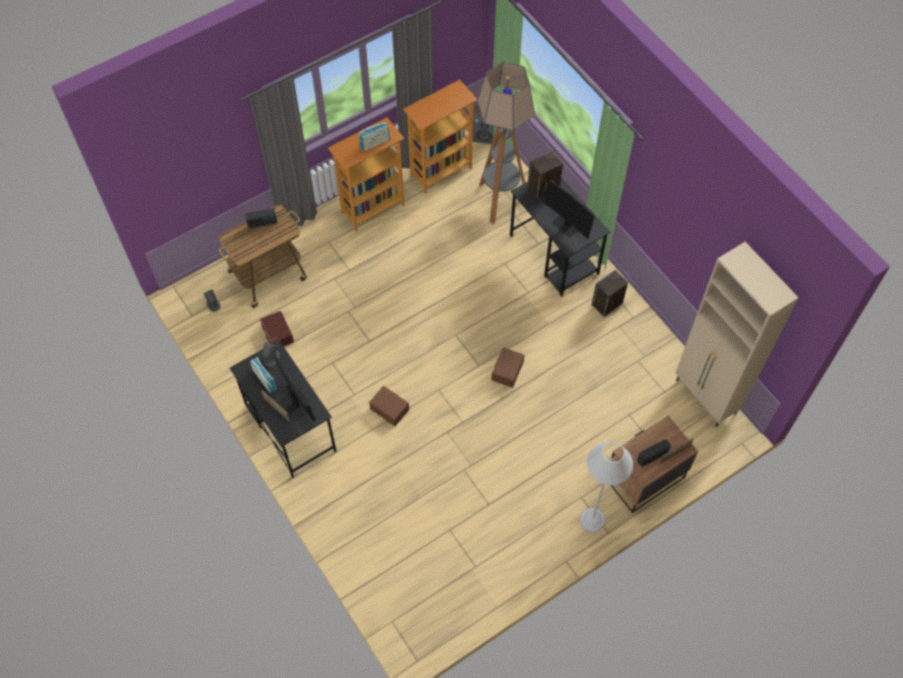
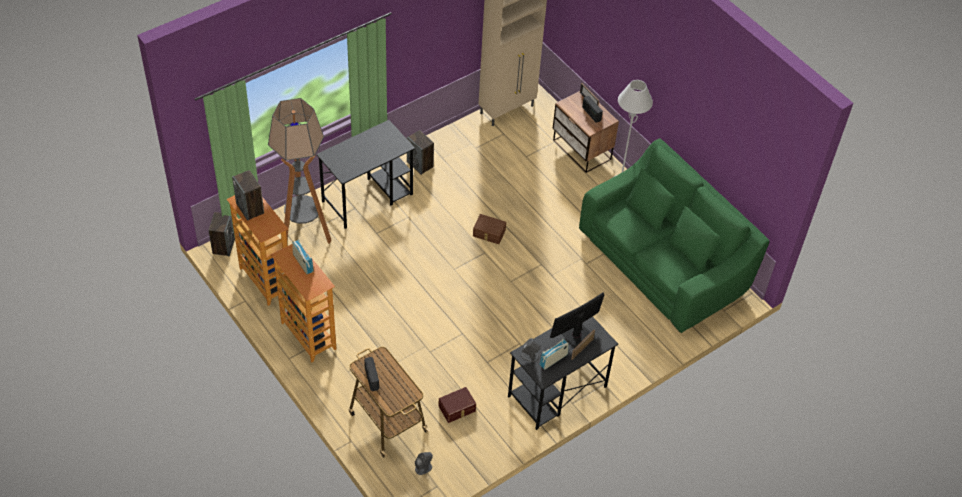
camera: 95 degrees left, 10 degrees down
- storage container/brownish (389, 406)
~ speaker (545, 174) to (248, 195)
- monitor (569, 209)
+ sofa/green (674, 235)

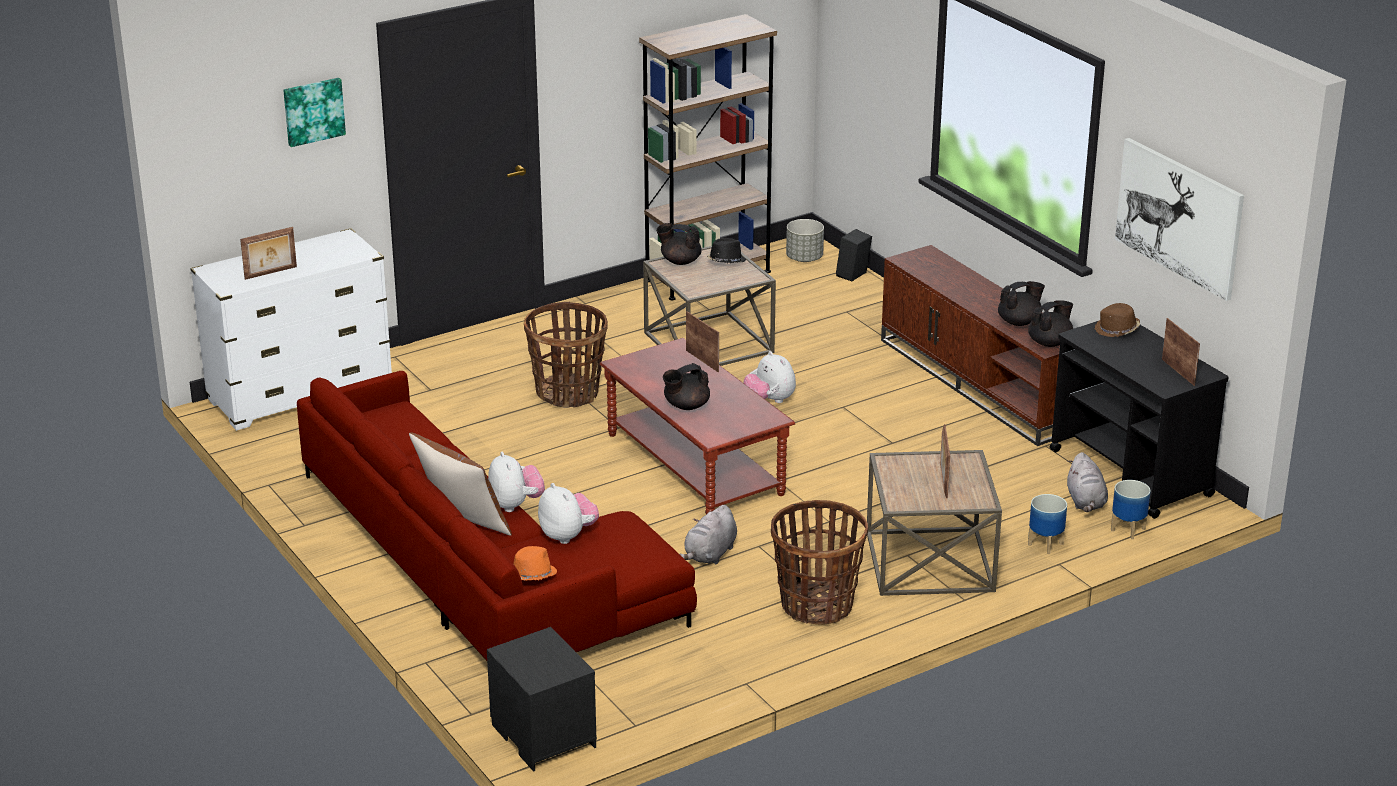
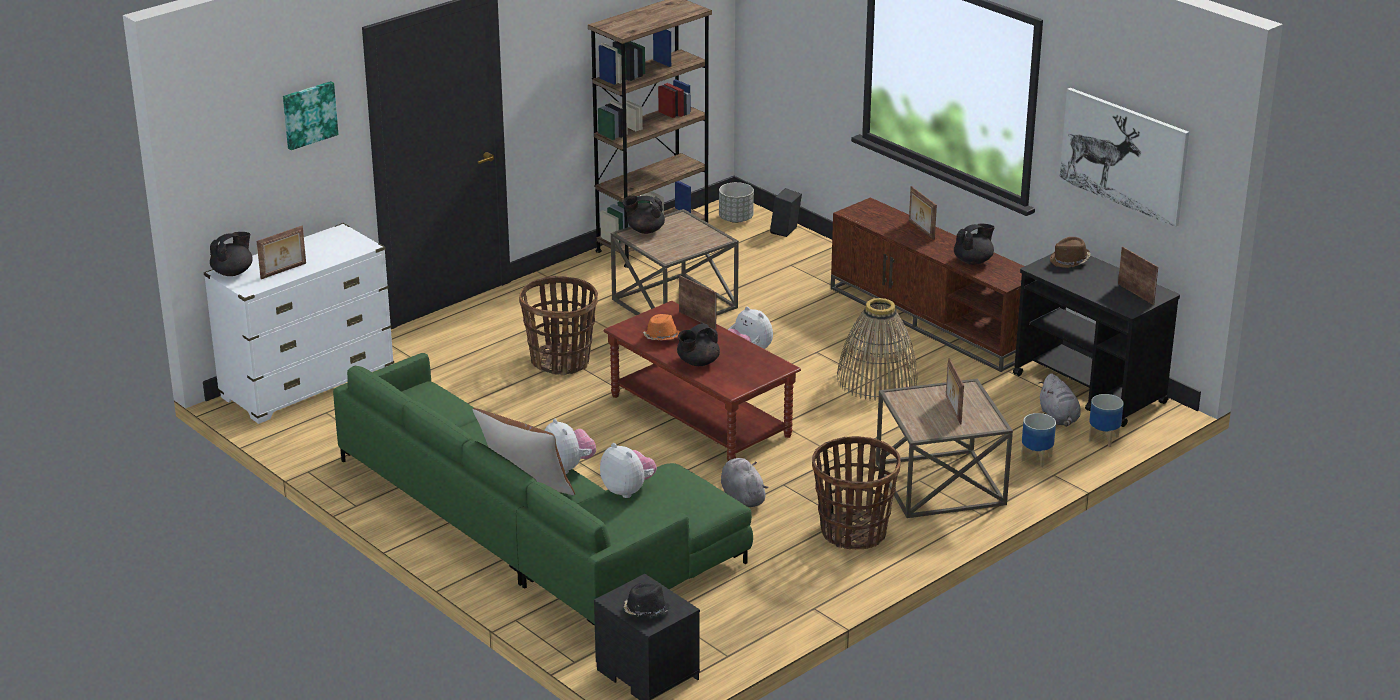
camera: 10 degrees left, 0 degrees up
~ sofa/reddish (497, 516) to sofa/green (543, 489)
~ clothing hat/orange (535, 563) to (661, 327)
~ soft toy/greyish (708, 534) = (744, 482) 135 degrees clockwise
~ clothing hat/blackish (726, 250) to (647, 599)
~ tea pot/blackish (1050, 323) to (231, 254)
+ storage basket (877, 349)
+ photo frame (923, 213)

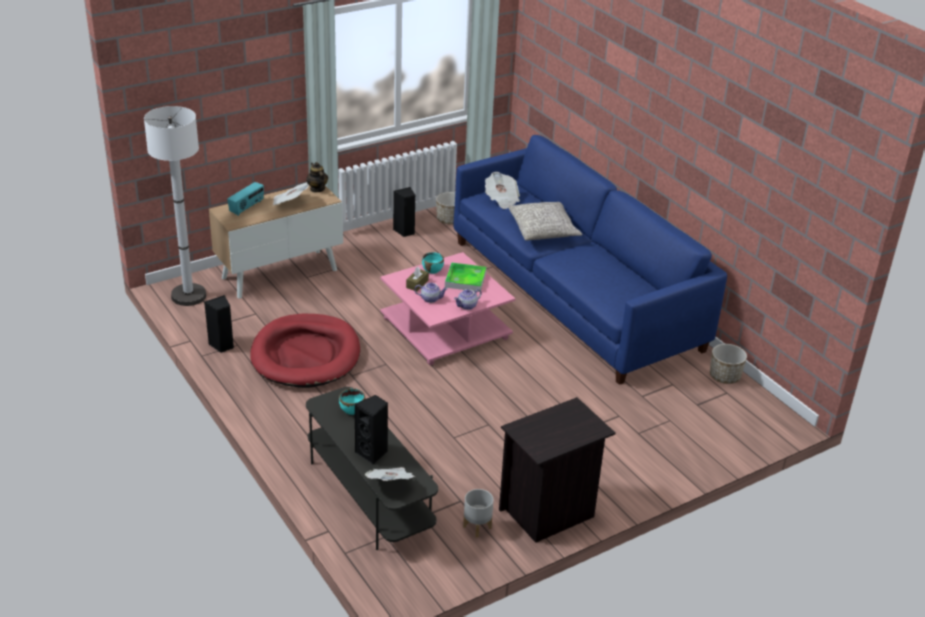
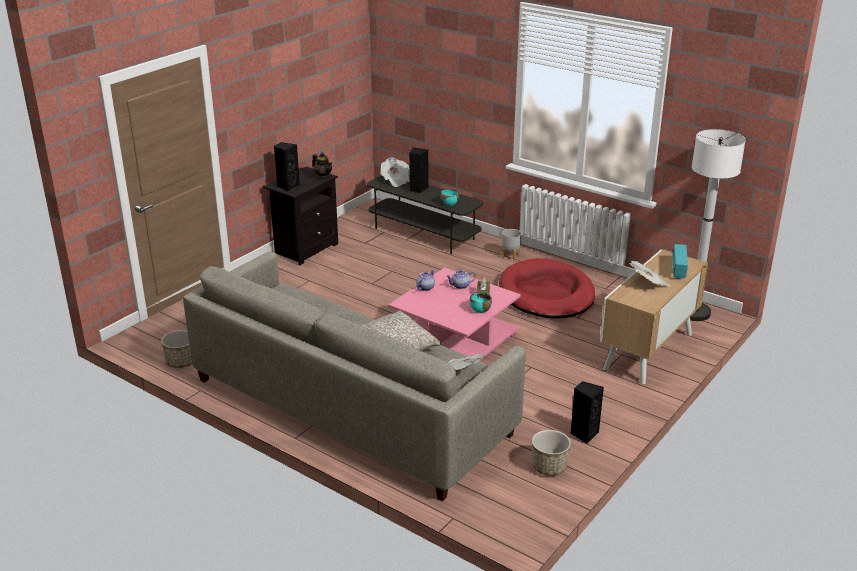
camera: 160 degrees right, 5 degrees down
~ speaker/blackish (219, 324) to (287, 166)
~ tea pot (317, 177) to (322, 165)
- tray (465, 277)
~ sofa/blue (590, 260) to sofa/greyish (354, 376)
~ plant pot/greyish (478, 513) to (512, 245)

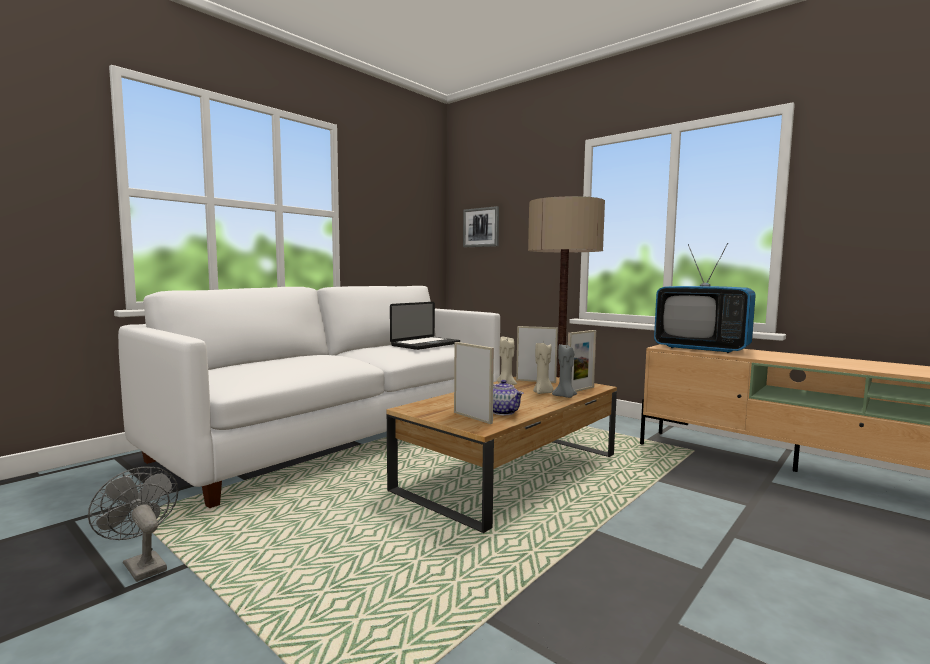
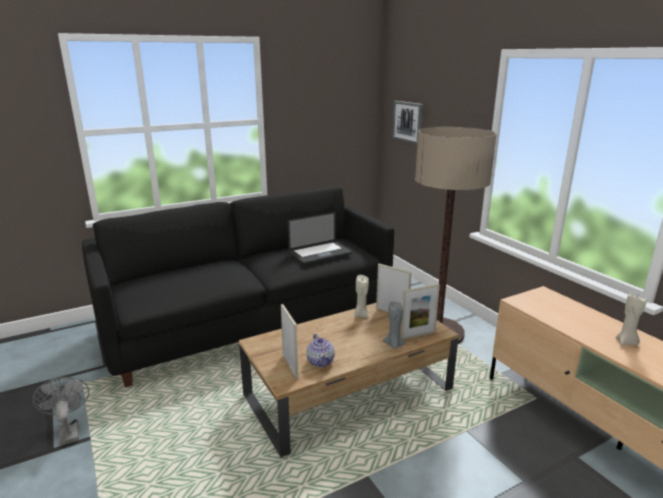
camera: 20 degrees right, 15 degrees up
~ sofa/white (309, 397) to sofa/blackish (238, 286)
~ wax light/sand-coloured (543, 368) to (631, 319)
- television (705, 298)

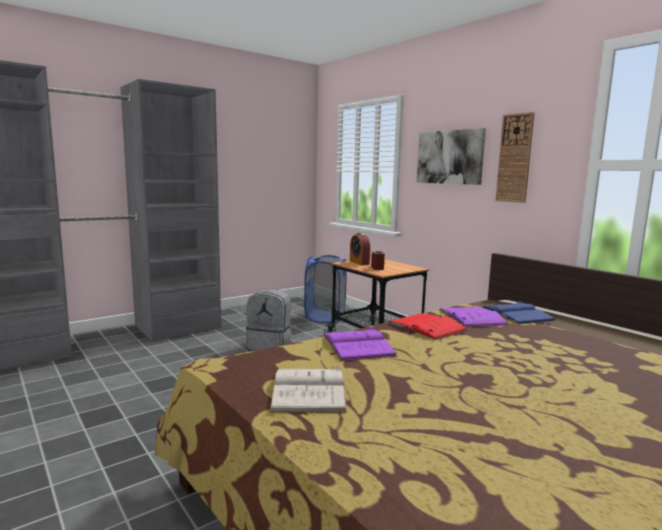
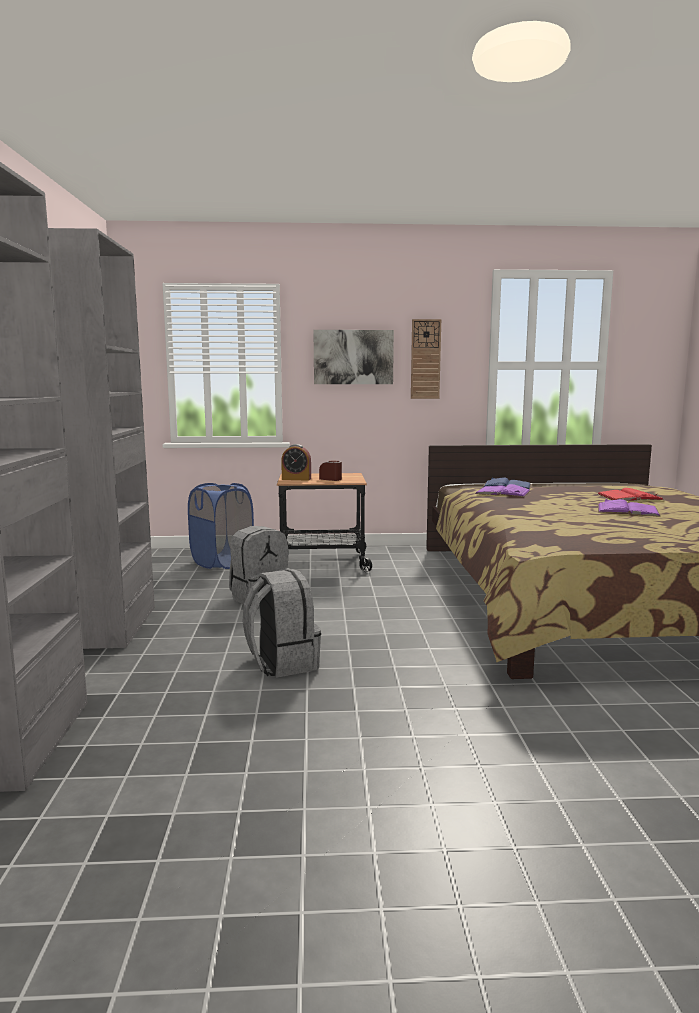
camera: 55 degrees left, 0 degrees up
- volume/white (308, 389)
~ volume/purple (360, 344) to (629, 508)
~ volume/reddish (428, 326) to (631, 494)
+ knapsack/greyish (281, 623)

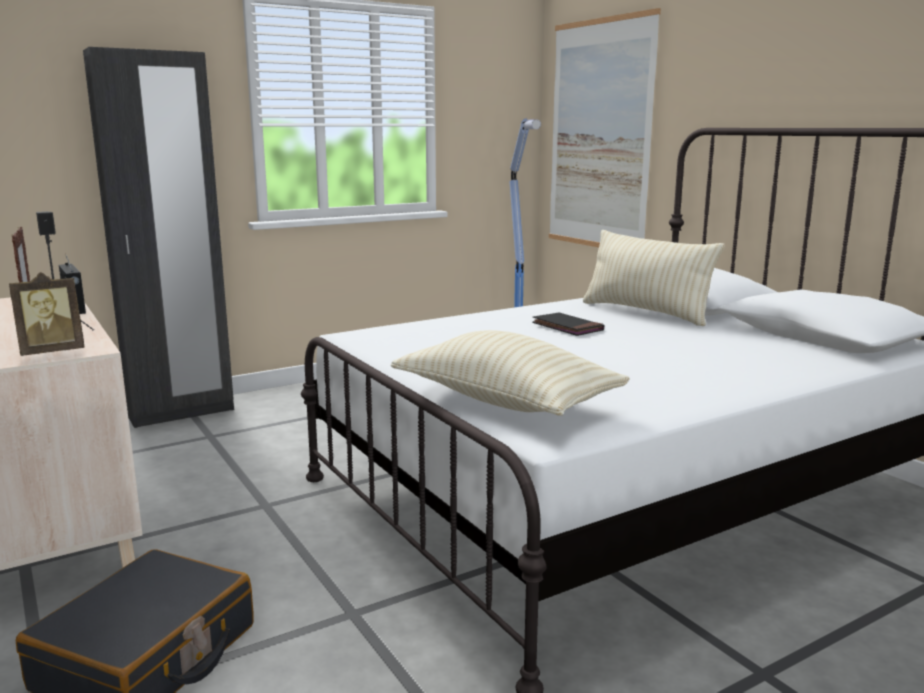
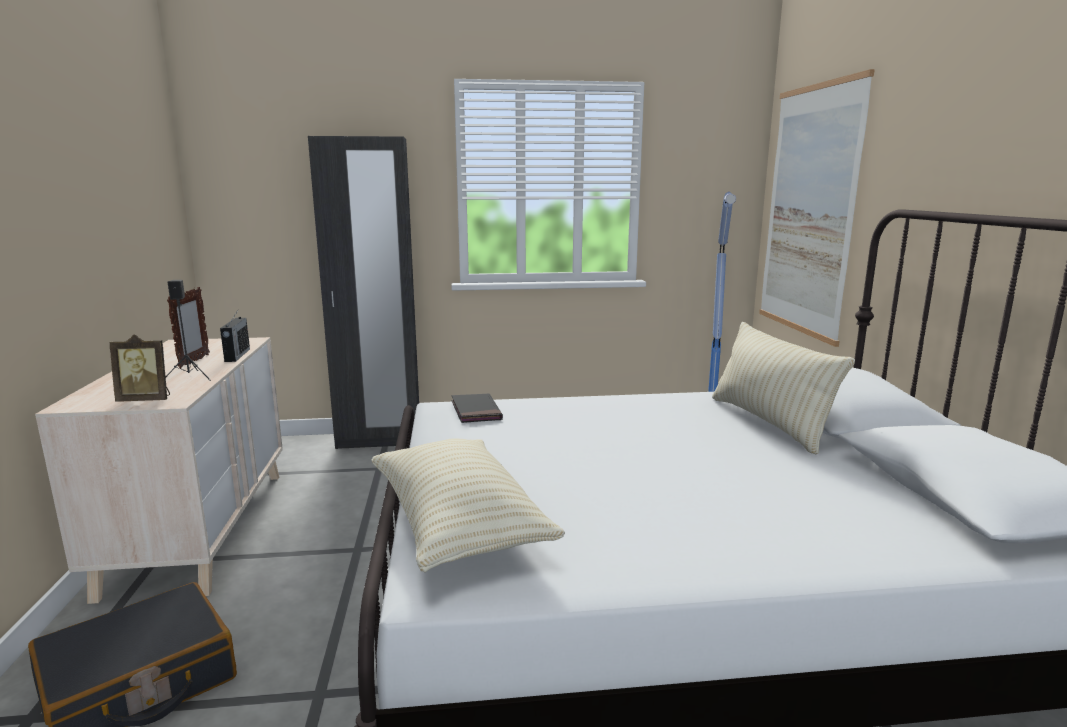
camera: 25 degrees right, 0 degrees up
~ volume/blackish (568, 324) to (477, 408)

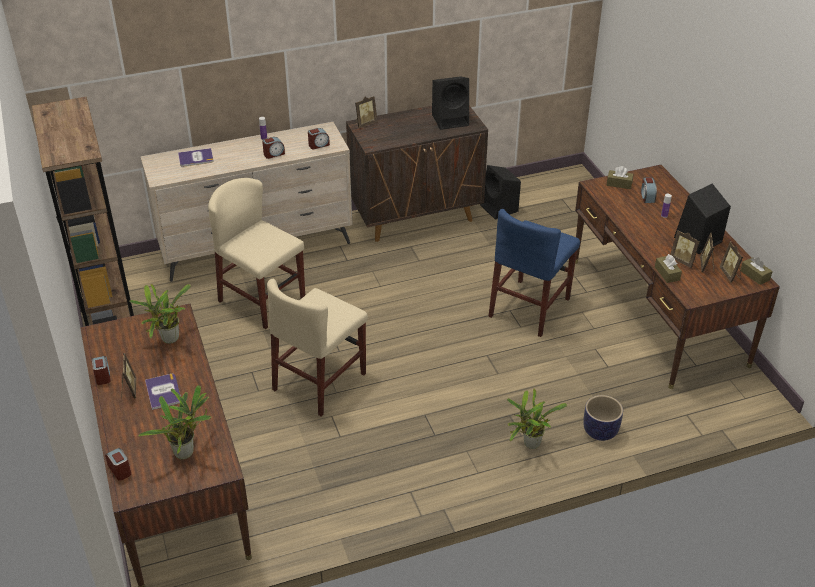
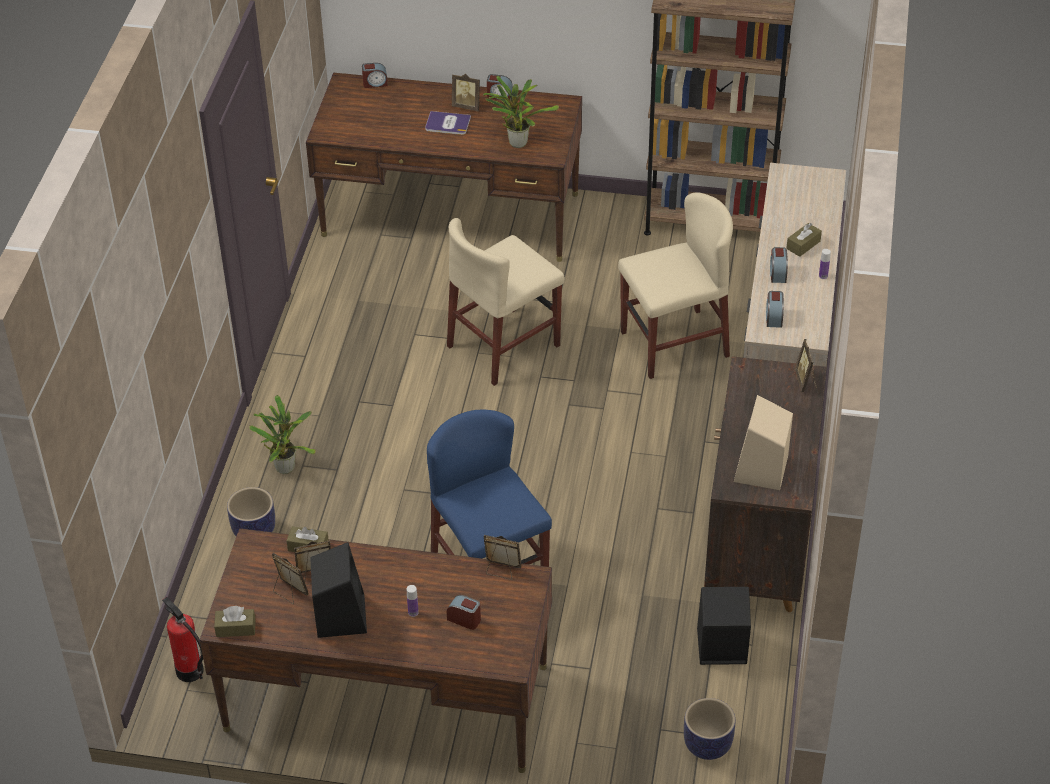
camera: 120 degrees right, 5 degrees up
- plant in a pot (174, 422)
- volume (196, 157)
~ plain chair/sand-coloured (317, 347) = (506, 302) 105 degrees counterclockwise
~ speaker/blackish (450, 103) to speaker/sand-coloured (763, 442)
~ box of tissues/brownish (619, 177) to (804, 240)
~ photo frame (731, 262) to (502, 557)
+ fire extinguisher (183, 639)
+ plant pot (709, 729)

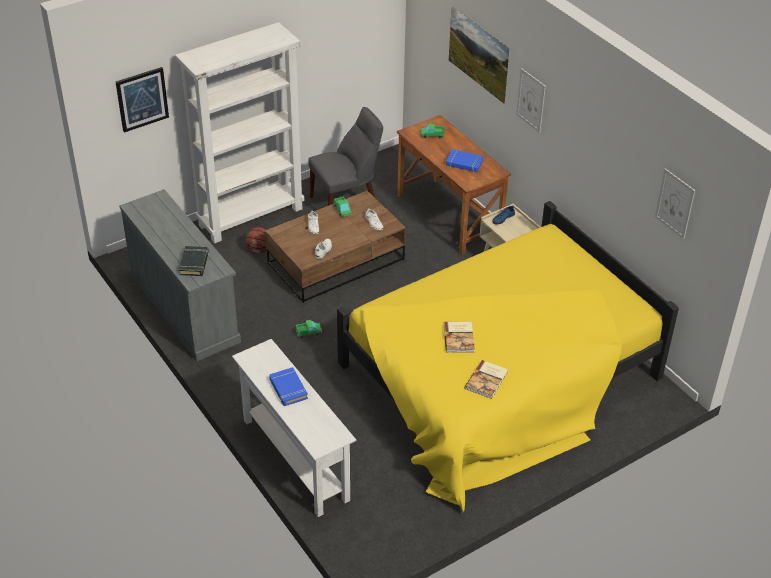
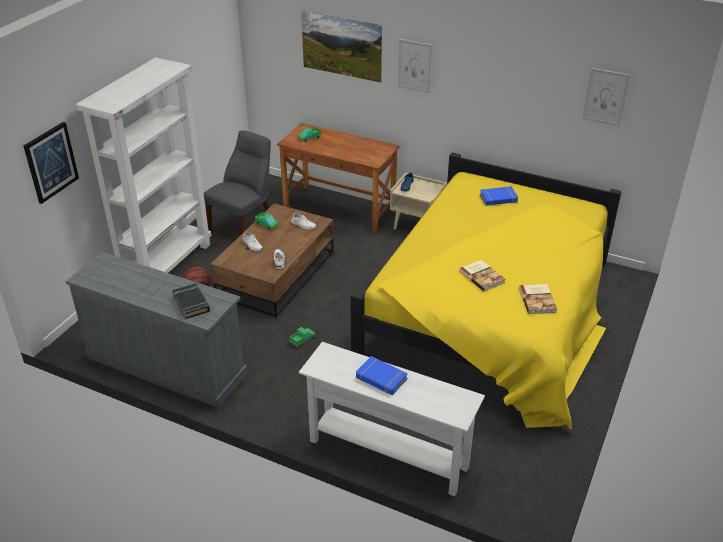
camera: 30 degrees left, 5 degrees down
~ volume/blue (465, 160) to (499, 196)

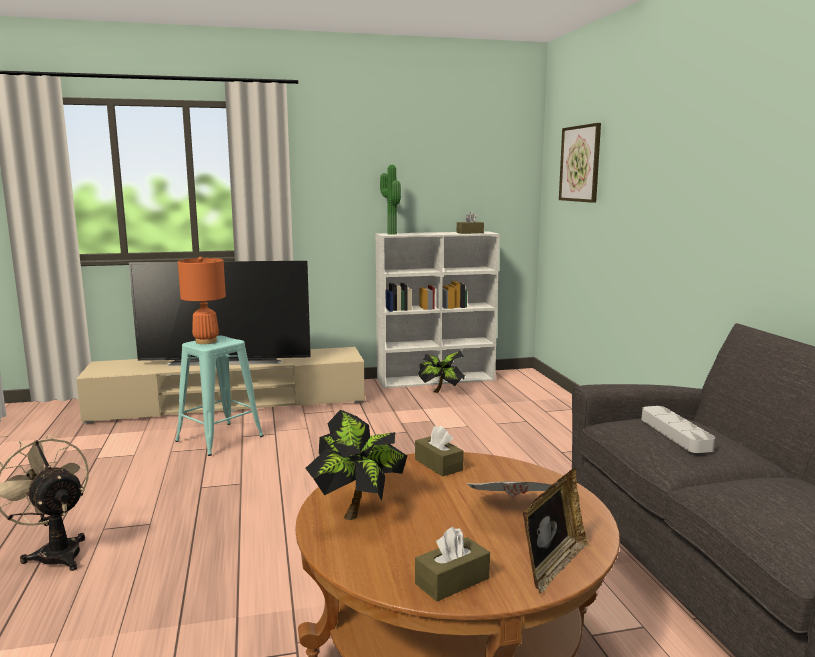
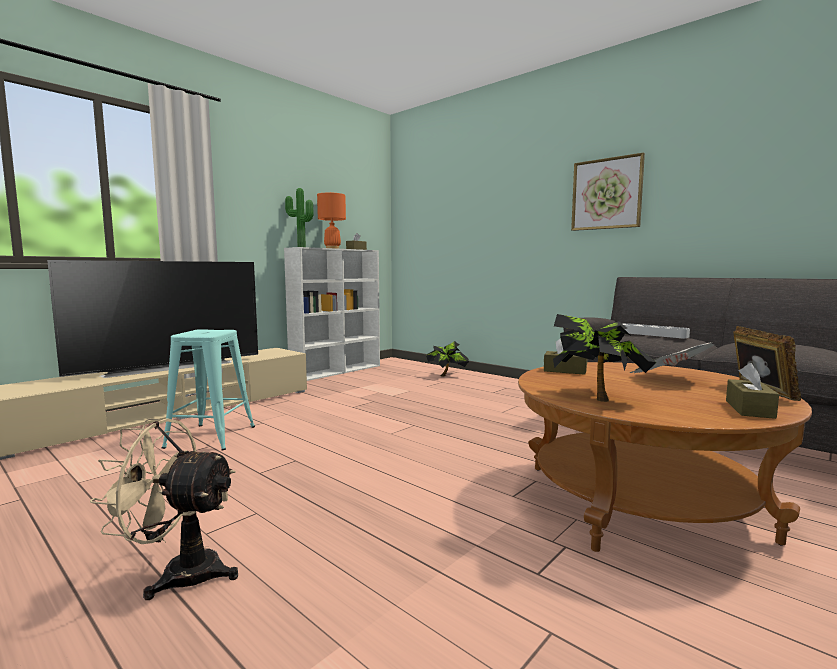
camera: 35 degrees left, 5 degrees down
~ tabletop lamp/orange (202, 300) to (331, 220)
~ plant in a pot (441, 372) to (447, 359)
~ wall art (580, 163) to (608, 192)

